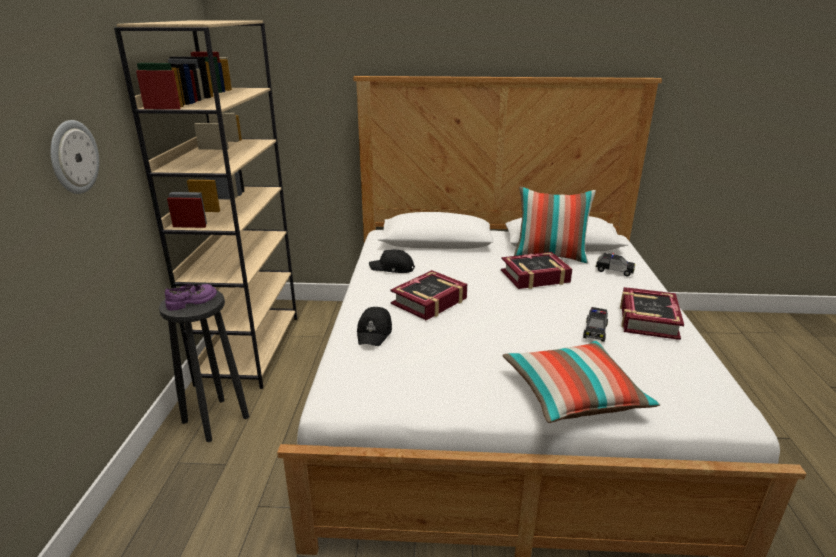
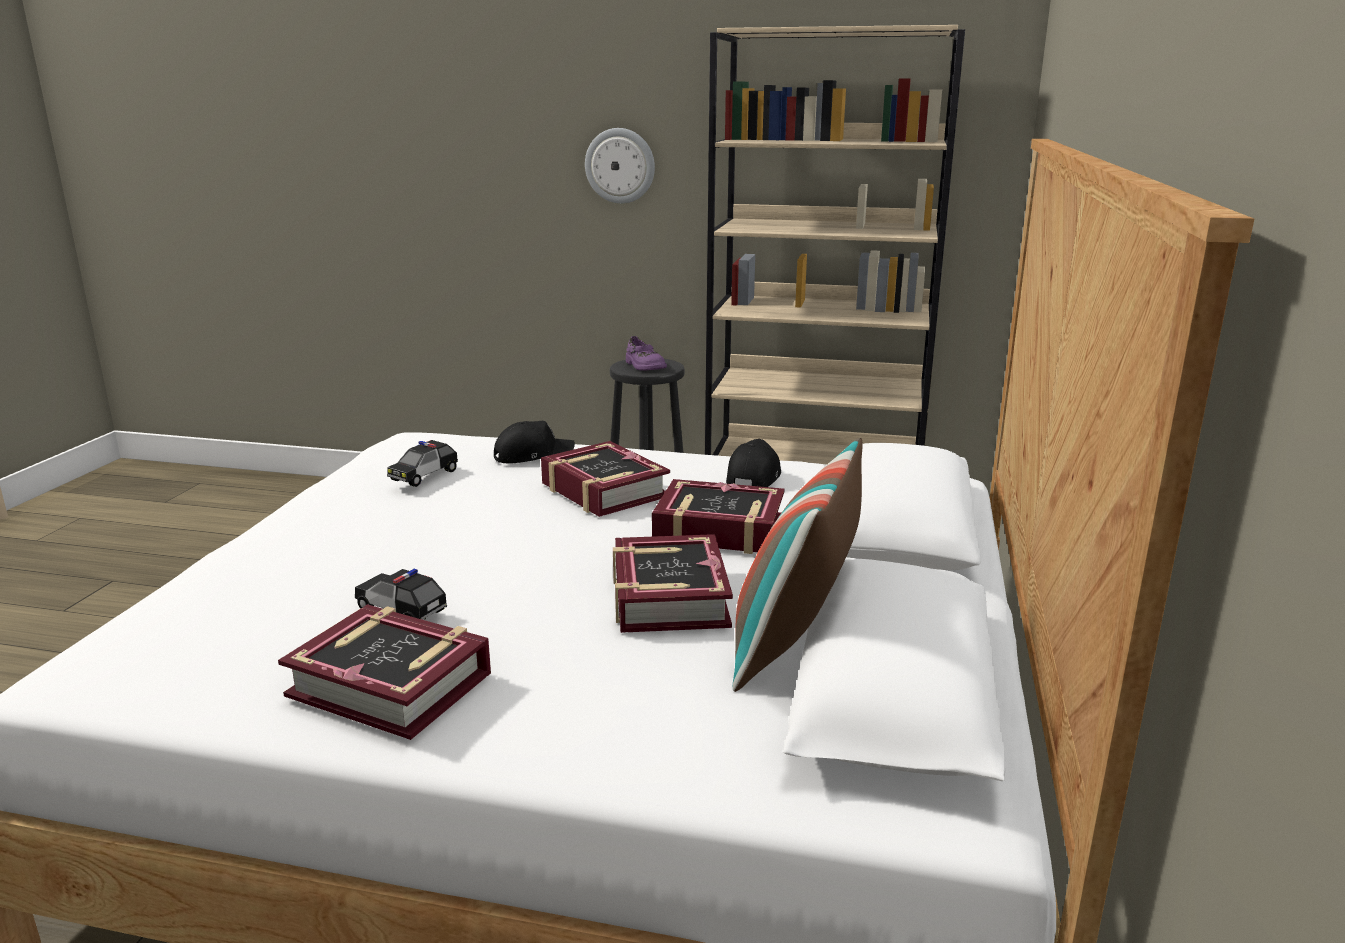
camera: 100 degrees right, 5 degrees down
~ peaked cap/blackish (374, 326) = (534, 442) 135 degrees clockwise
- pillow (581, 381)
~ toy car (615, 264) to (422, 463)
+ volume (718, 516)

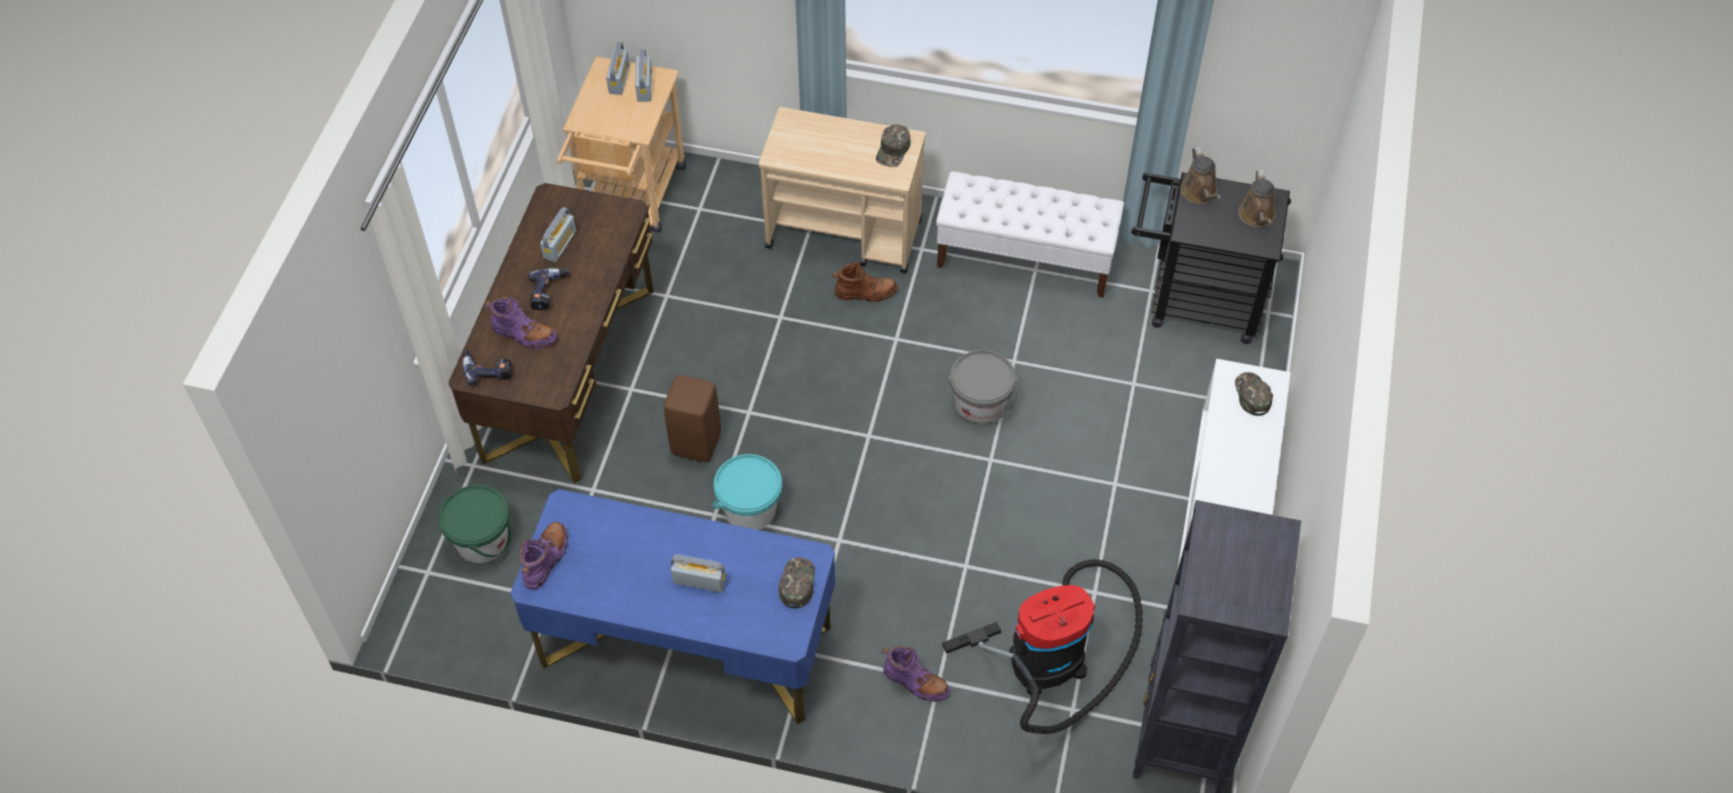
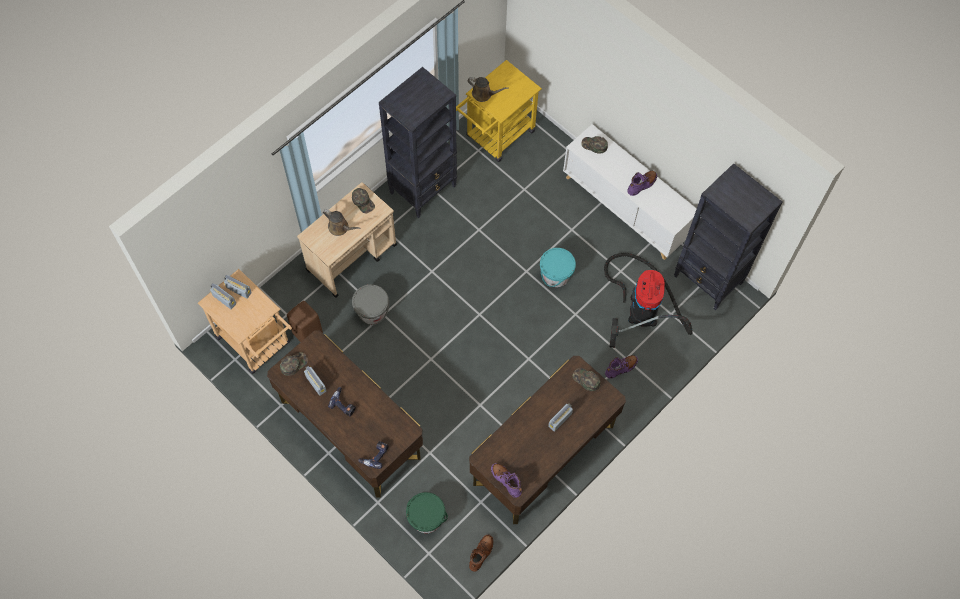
camera: 60 degrees left, 10 degrees up
~ high-top boot/purple (520, 322) to (642, 183)
~ desk unit/blue (672, 606) to desk unit/brownish (547, 440)
~ sitting stool/brownish (692, 418) to (305, 321)
~ water bucket/turquoise (747, 492) to (558, 267)
~ high-top boot/brownish (865, 281) to (481, 553)
~ long seat/white (1030, 234) to bookcase/blackish (418, 142)
~ water bucket/greyish (982, 387) to (370, 304)
~ trolley/blackish (1211, 258) to trolley/yellowish (499, 111)
~ watering can/brownish (1256, 198) to (342, 222)
+ peaked cap/green (294, 364)

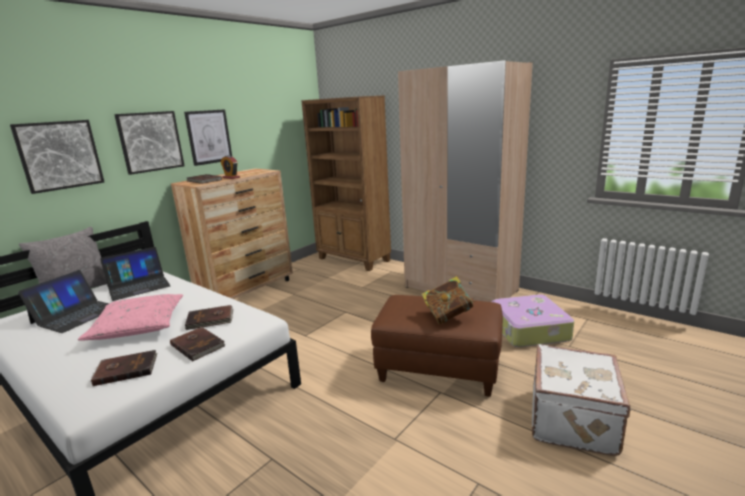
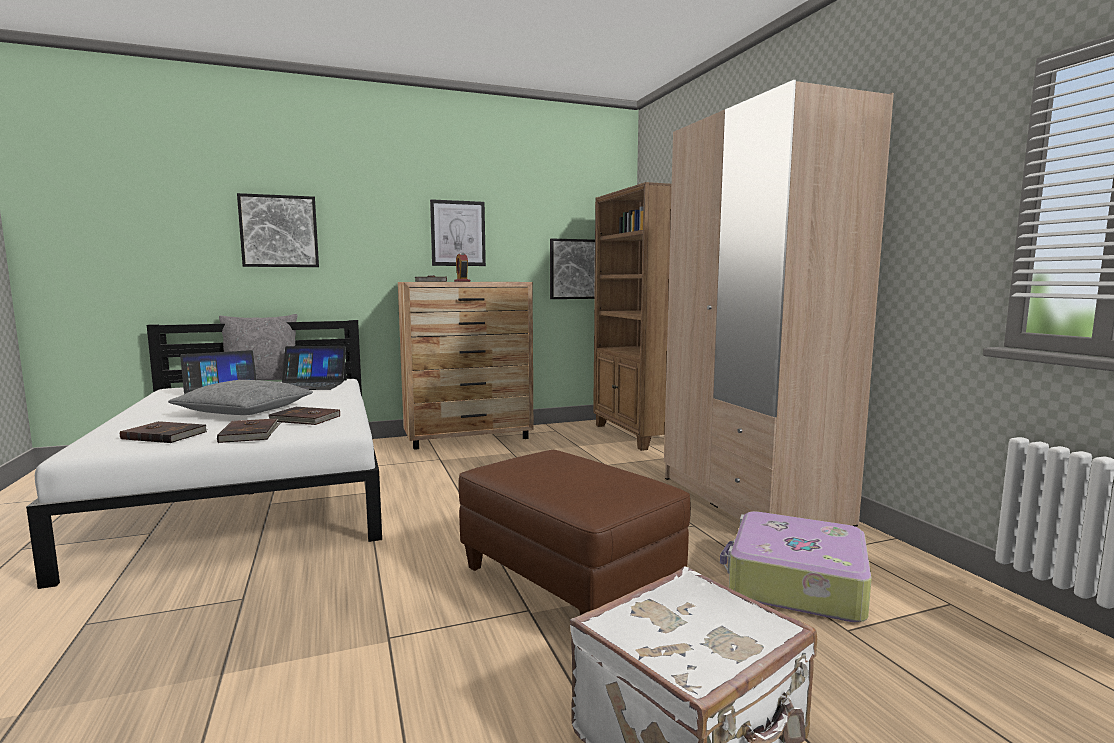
camera: 30 degrees right, 10 degrees down
~ pillow/pink (130, 317) to pillow/greyish (240, 397)
~ wall art (149, 143) to (572, 268)
- volume (448, 300)

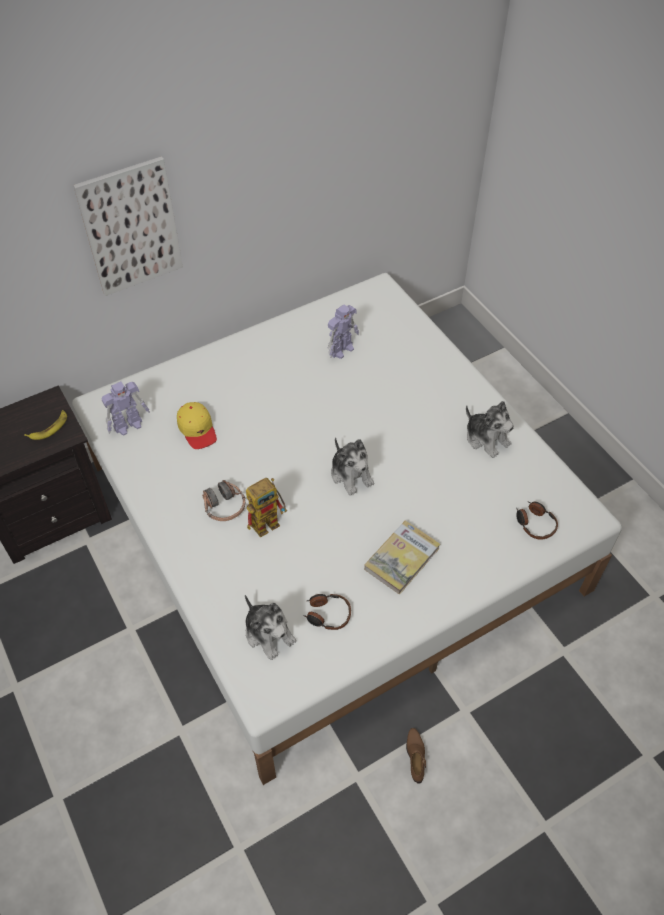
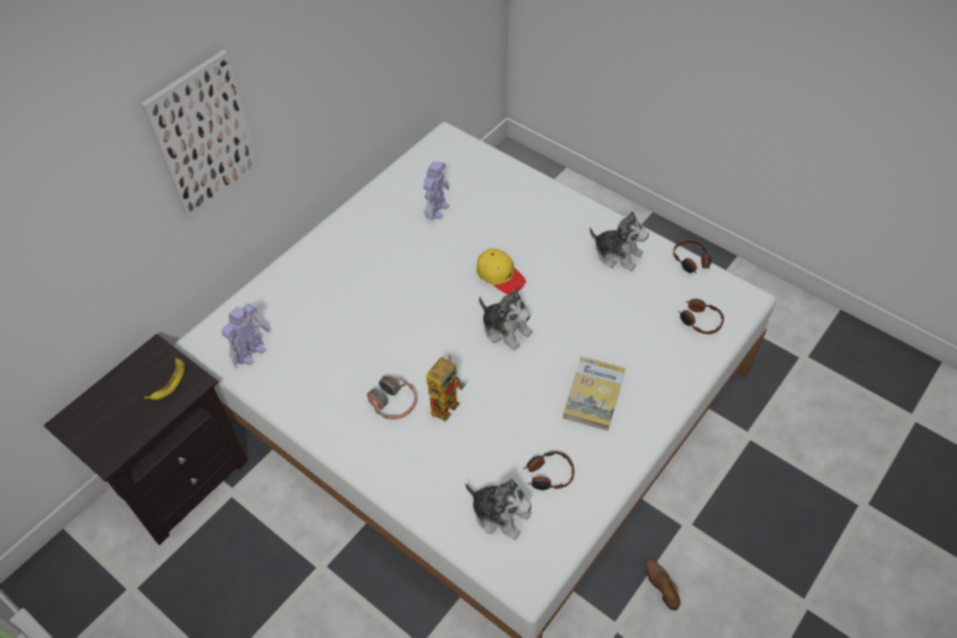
camera: 20 degrees left, 0 degrees up
~ peaked cap/yellowish (197, 425) to (501, 271)
+ headphones (692, 257)

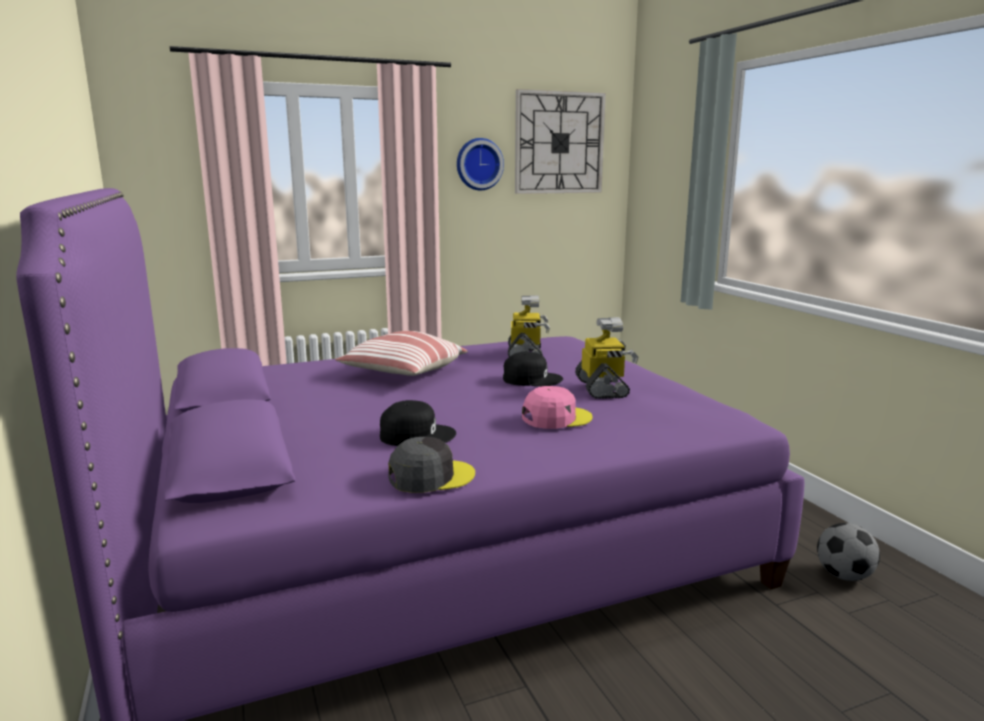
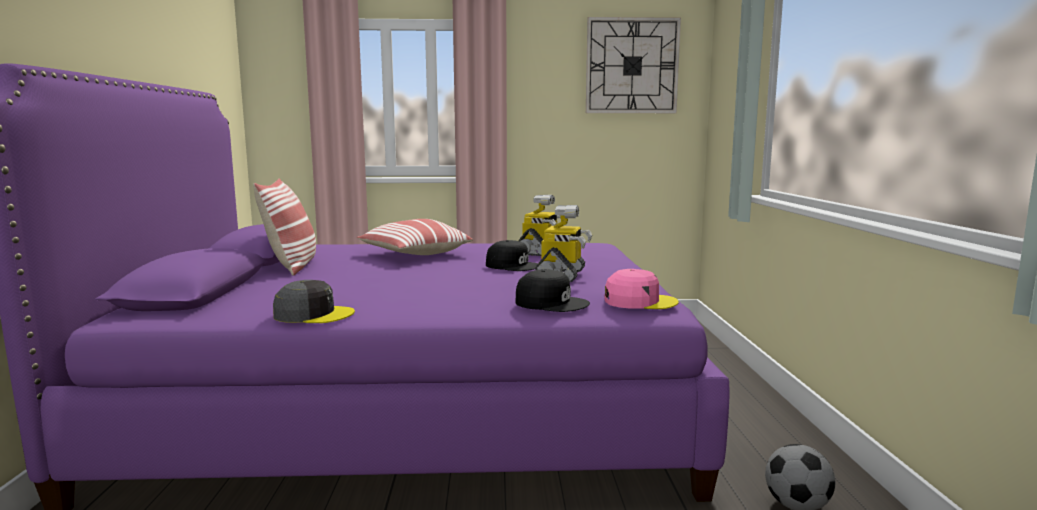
camera: 20 degrees right, 5 degrees down
~ peaked cap/blackish (418, 423) to (552, 290)
- wall clock (480, 164)
~ peaked cap/pink (557, 407) to (641, 289)
+ pillow (284, 227)

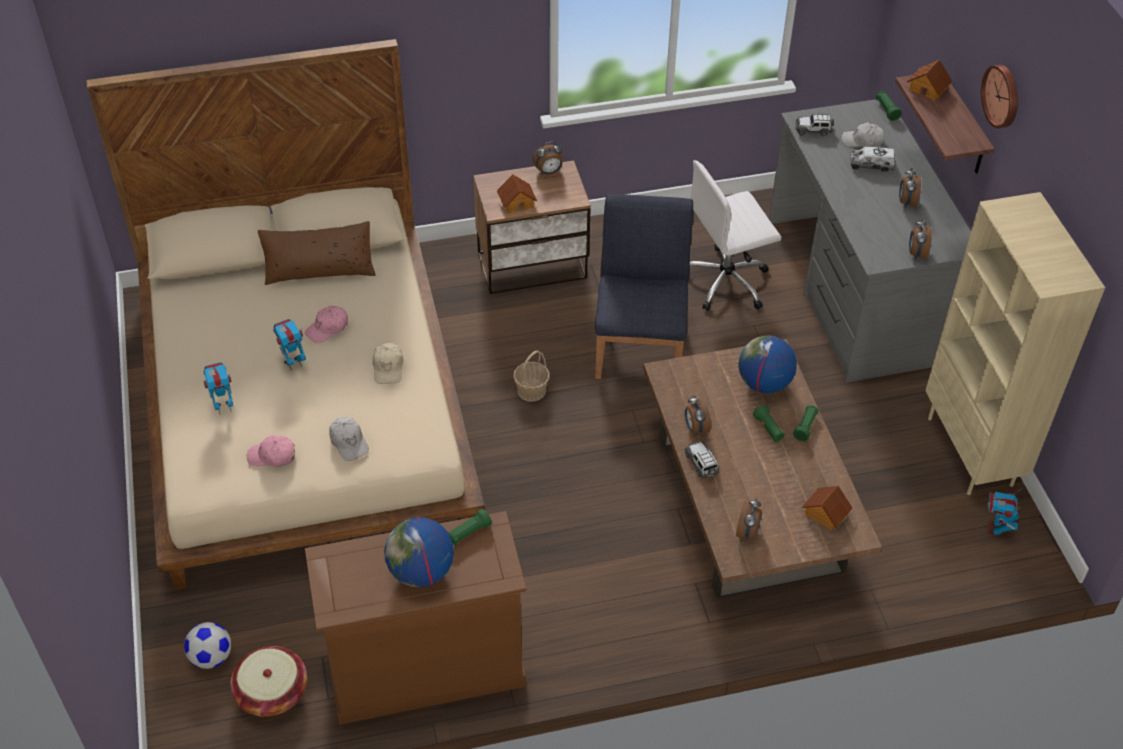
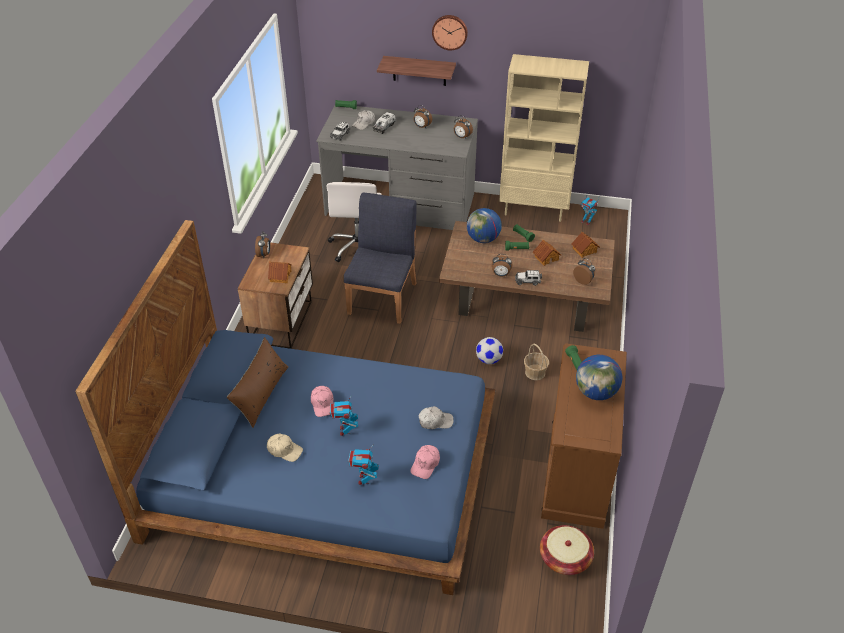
camera: 65 degrees left, 5 degrees down
~ bedroom bed/sand-coloured (286, 314) to bedroom bed/blue (285, 407)
~ football (207, 645) to (489, 350)
~ peaked cap/sand-coloured (388, 363) to (285, 448)
~ storage basket (531, 376) to (536, 362)
~ plain chair/blue (644, 286) = (380, 258) 75 degrees clockwise
~ miniature house (929, 80) to (547, 253)

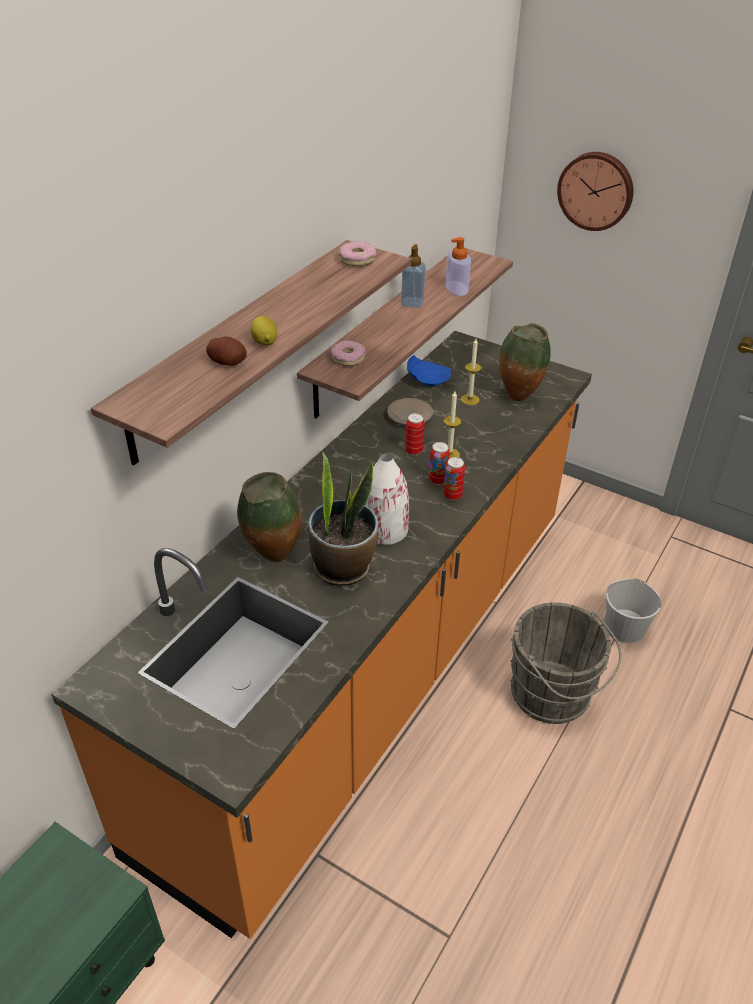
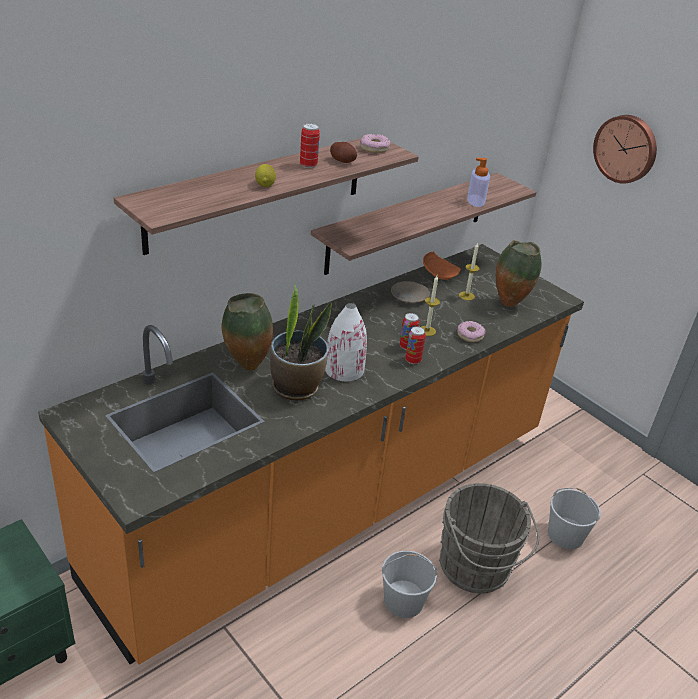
camera: 15 degrees right, 5 degrees down
~ spud (226, 351) to (343, 152)
~ donut (348, 353) to (471, 331)
- soap dispenser (413, 276)
~ metal can (415, 434) to (310, 145)
~ plate/blue (429, 370) to plate/orange (442, 265)
+ water bucket/white (409, 584)

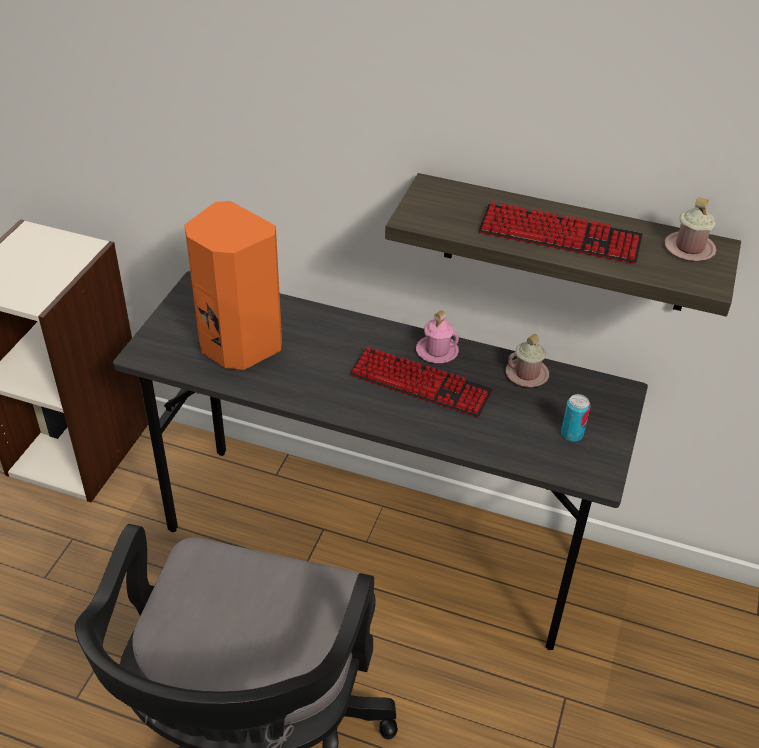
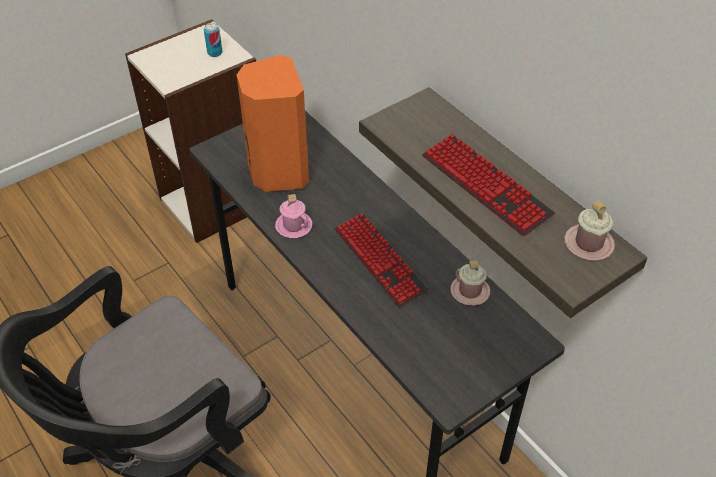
camera: 35 degrees right, 5 degrees up
~ mug/pink (437, 336) to (293, 216)
~ metal can (576, 418) to (213, 40)

